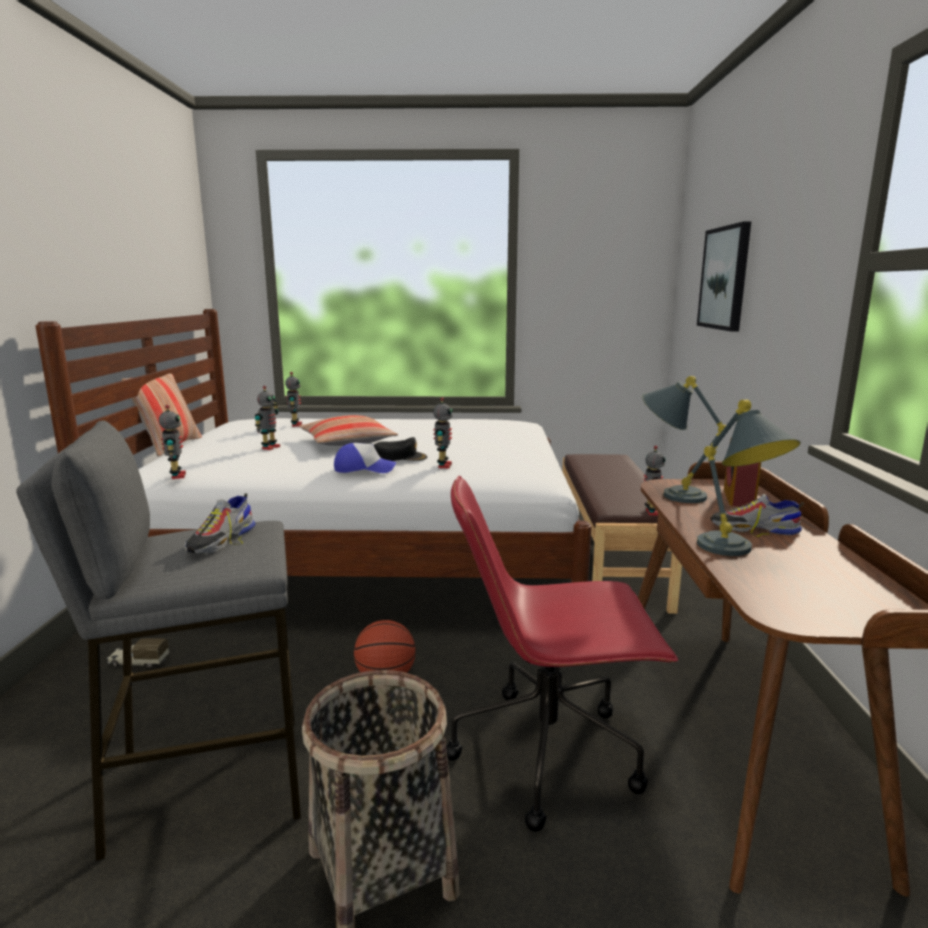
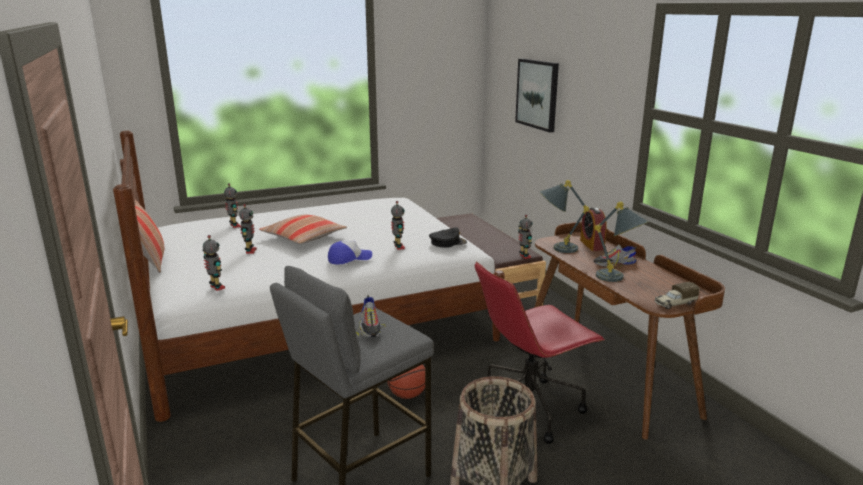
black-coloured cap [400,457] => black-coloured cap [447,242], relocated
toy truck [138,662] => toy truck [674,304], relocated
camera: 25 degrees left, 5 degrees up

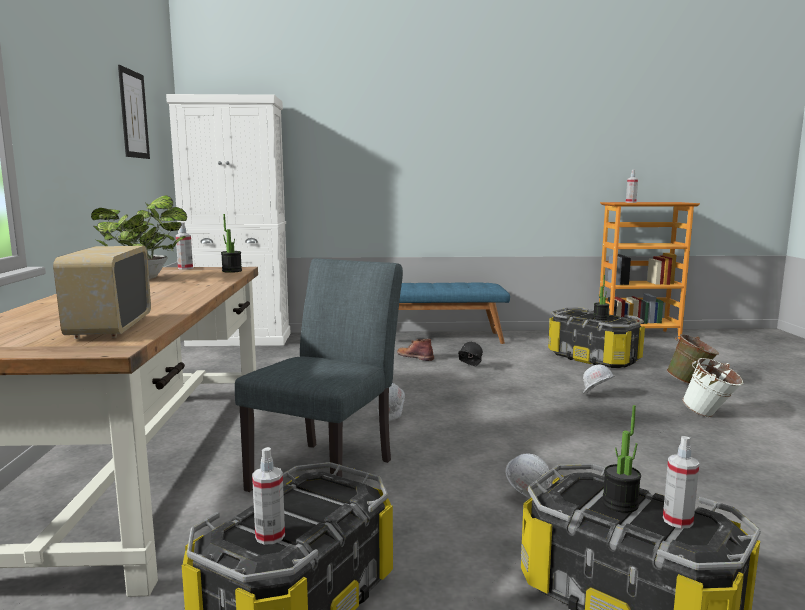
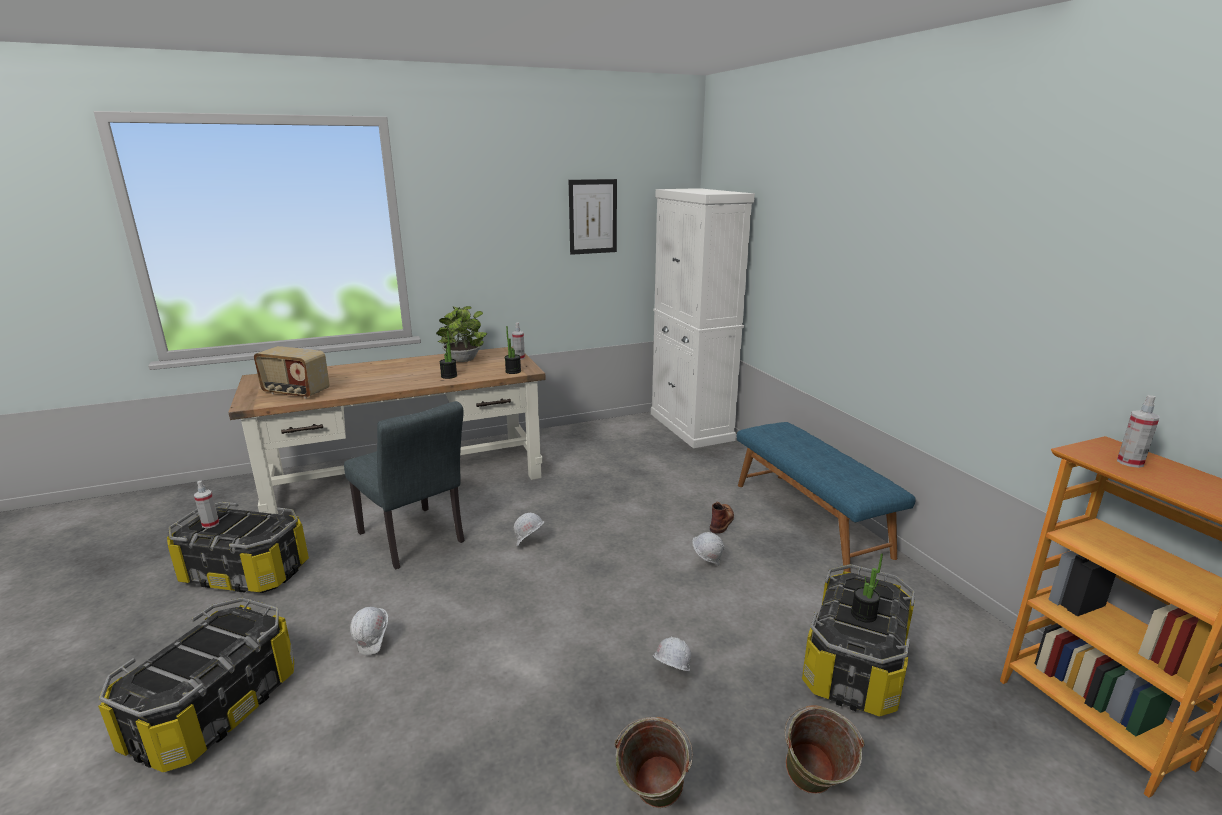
radio receiver [109,328] => radio receiver [295,392], 135 degrees counterclockwise
gray chair [329,470] => gray chair [415,541], 45 degrees clockwise
plant in a pot [620,504] => plant in a pot [449,376], relocated
whitish pail [710,415] => green pail [652,803]
black-coloured hard hat [469,368] => whitish hard hat [706,562]
hand sprayer [677,521] => nothing
camera: 70 degrees right, 10 degrees up

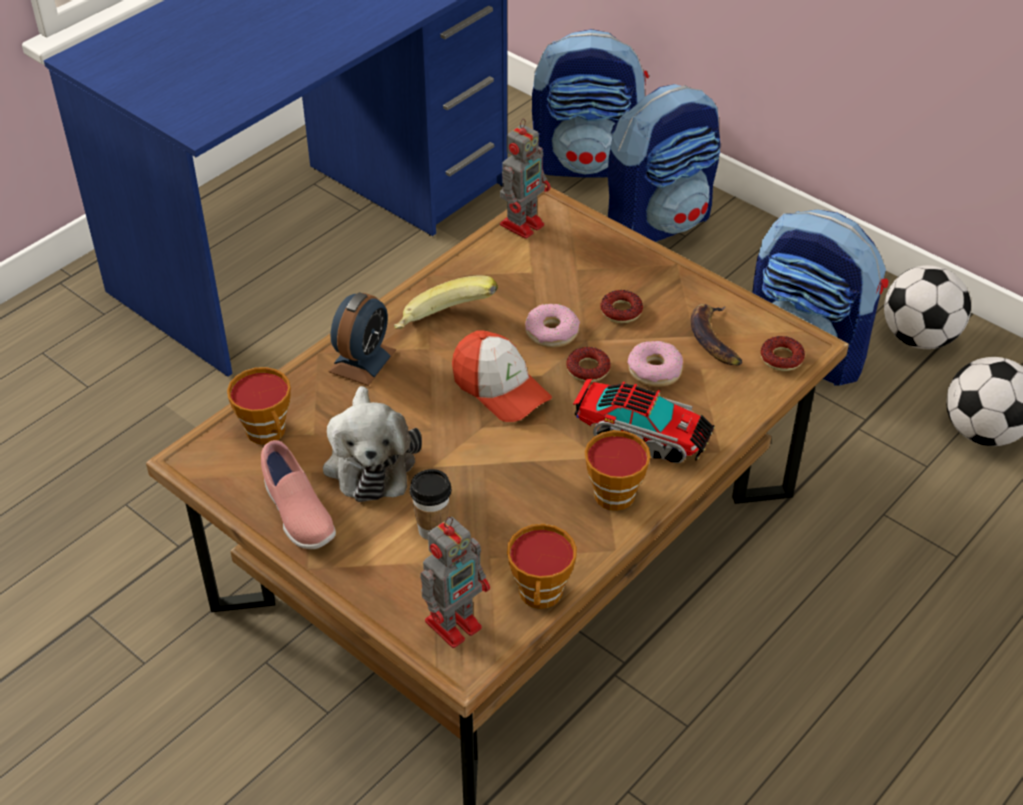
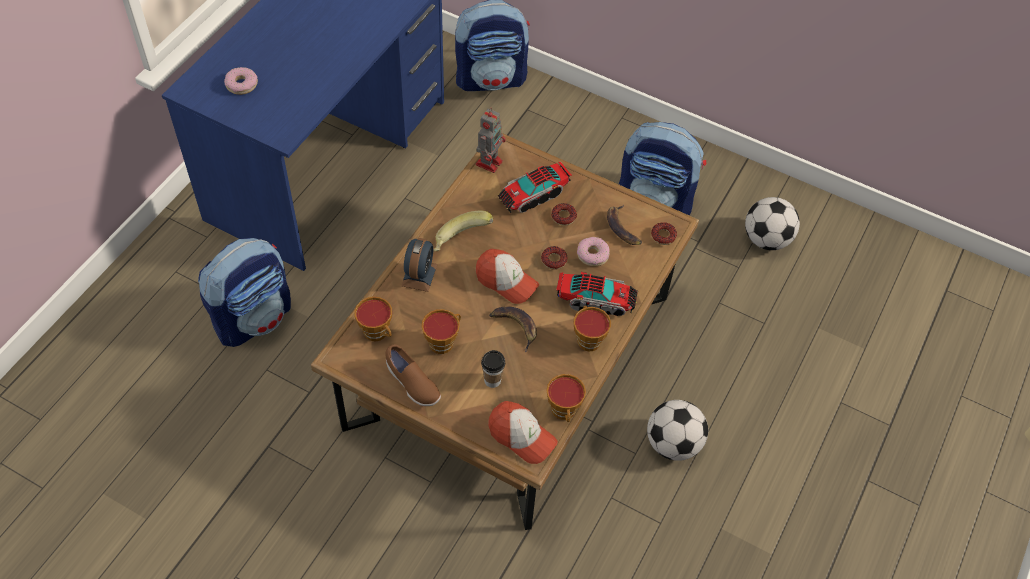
knapsack [659,222] => knapsack [254,317], relocated
donut [552,332] => donut [242,84], relocated
pink shoe [297,514] => brownish shoe [412,384]
soft toy [369,460] => cup [443,341]
toy robot [455,622] => cap [521,436]
nothing => banana fruit [515,327]
nothing => toy truck [533,195]
football [919,338] => football [673,443], relocated
camera: 15 degrees left, 10 degrees up

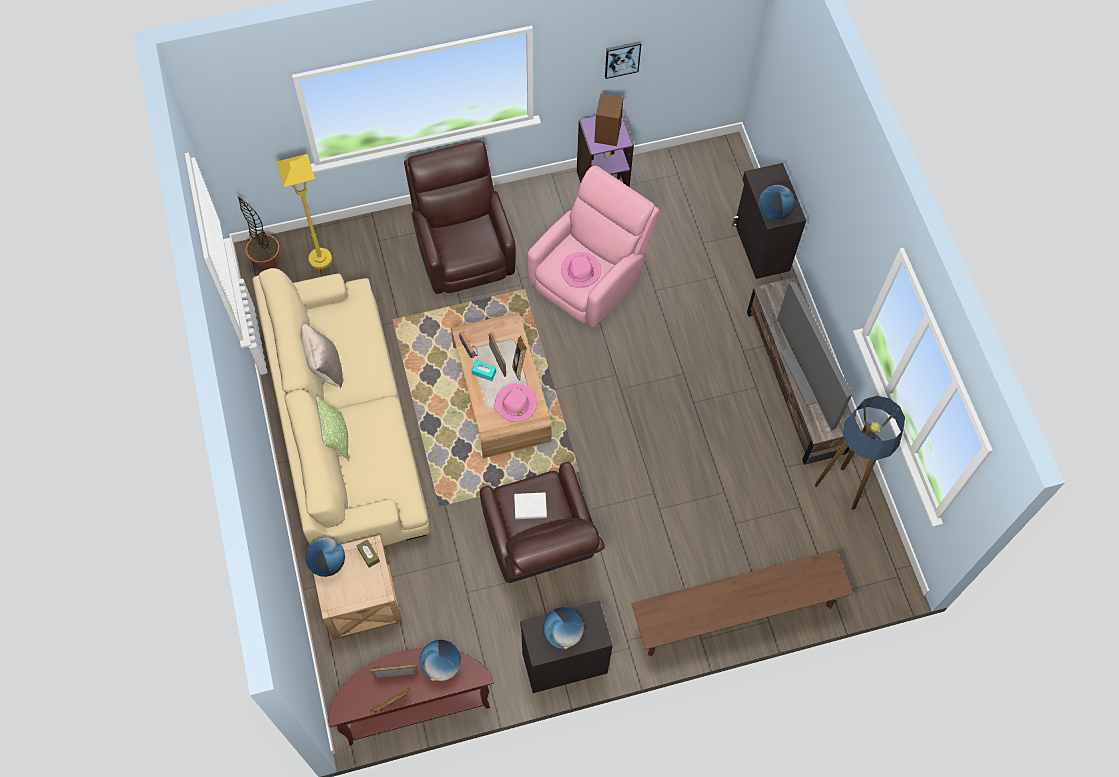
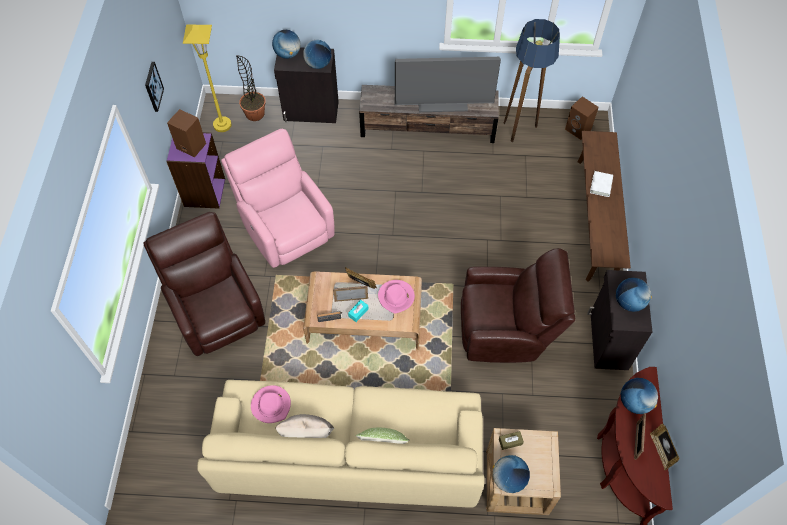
brownish armchair [463,249] => brownish armchair [216,309], 60 degrees clockwise
yellow-coloured standing lamp [320,259] => yellow-coloured standing lamp [222,125], relocated
plant in a pot [266,260] => plant in a pot [255,114], relocated
pink hat [581,271] => pink hat [271,405], relocated
nothing => desk globe [287,54]
nothing => brownish speaker [578,130]
whitish book [530,507] => whitish book [601,185], relocated
camera: 70 degrees left, 5 degrees down

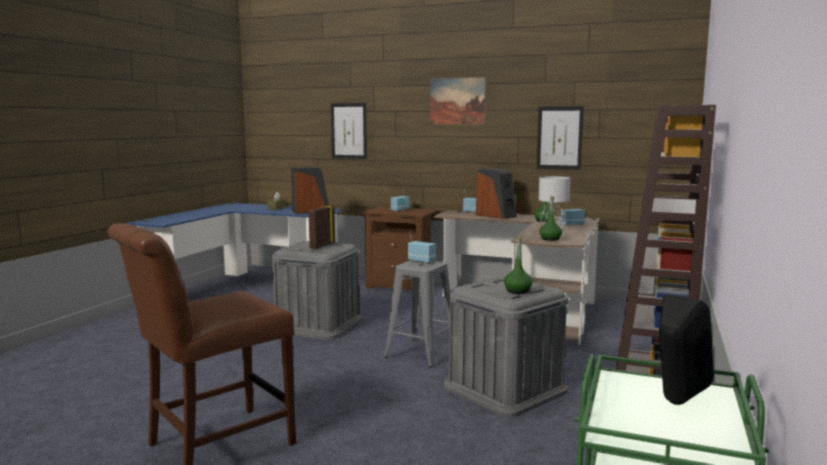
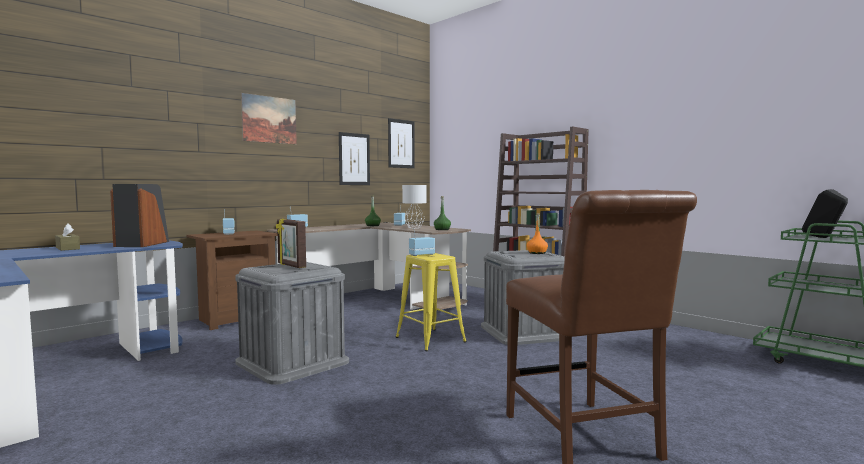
wall art [349,131] => wall art [401,144], relocated
gray stool [421,352] => yellow-coloured stool [430,340]
green drink bottle [517,291] => orangey drink bottle [537,253]
speaker [496,215] => nothing
camera: 65 degrees left, 5 degrees down

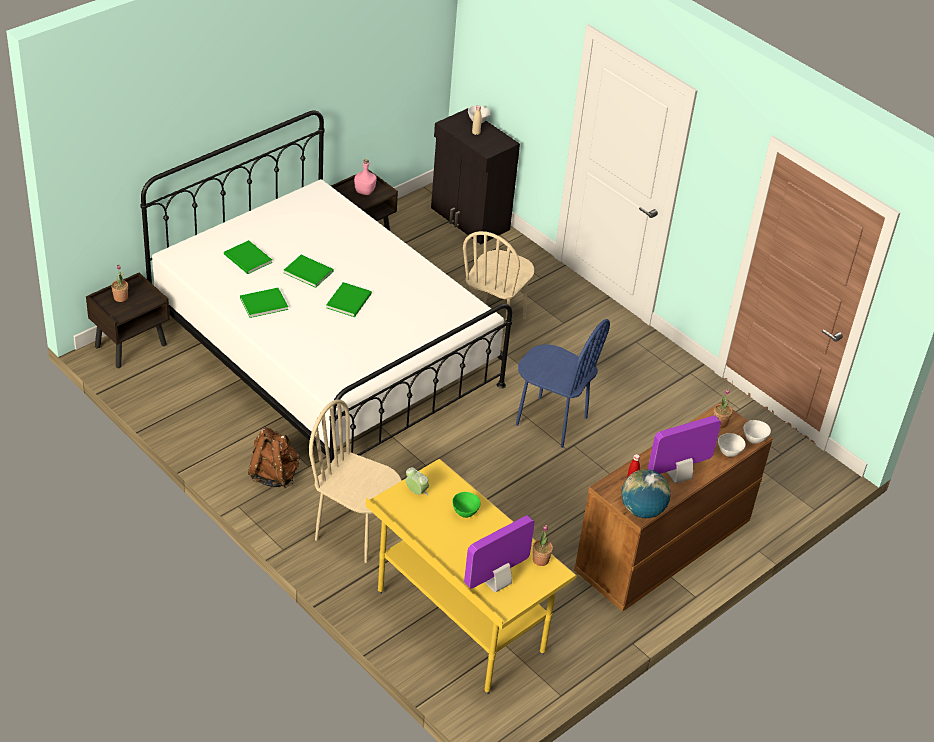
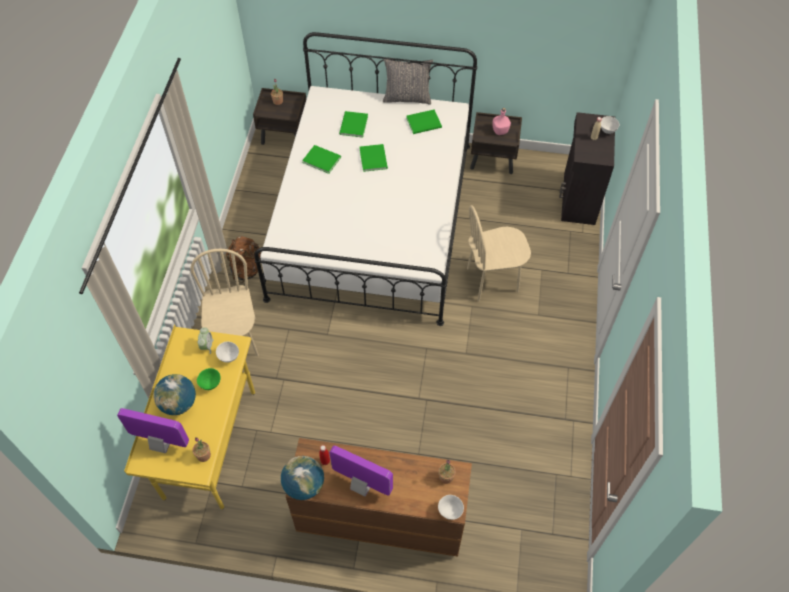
nothing => desk globe [179,403]
whitish serving bowl [728,453] => whitish serving bowl [229,357], relocated
nothing => gray cushion [407,97]
green book [350,300] => green book [425,123], relocated
blue chair [551,421] => nothing
camera: 55 degrees right, 15 degrees up

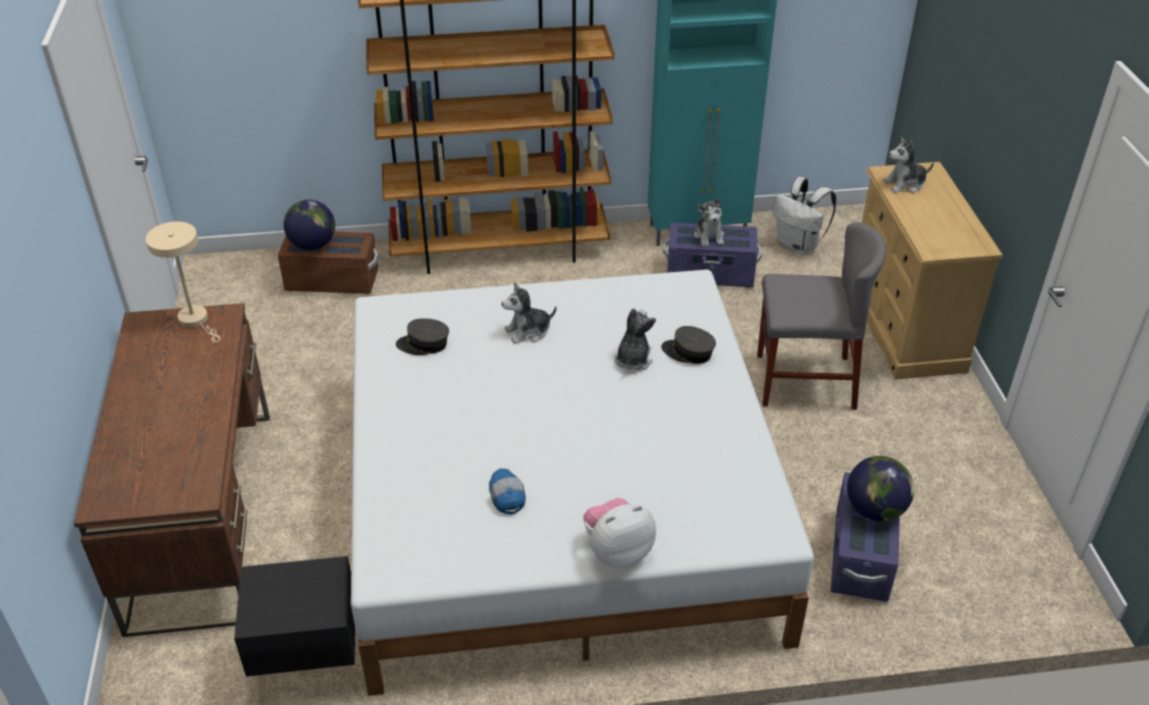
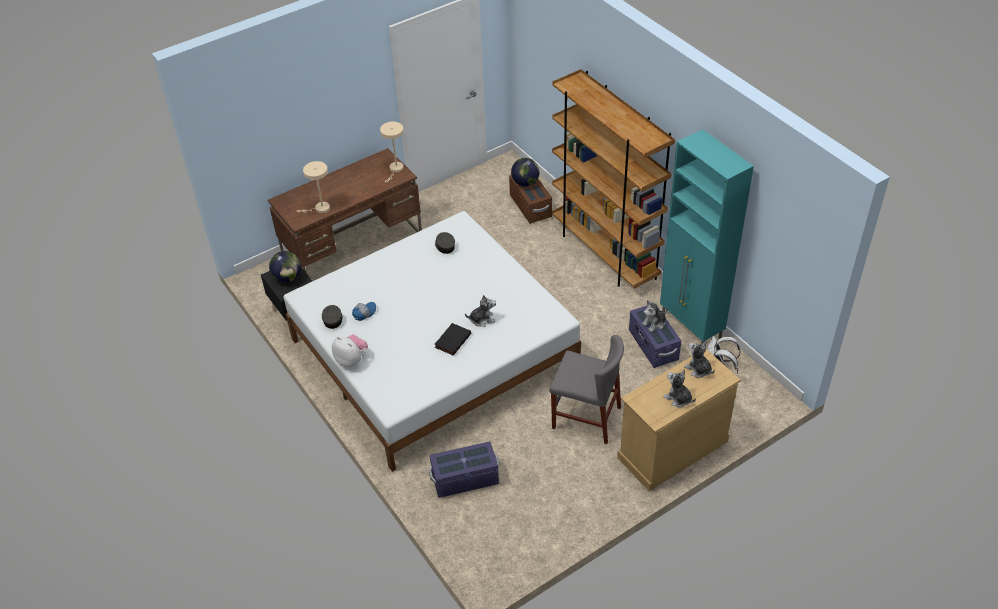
desk globe [875,510] => desk globe [288,278], relocated
nothing => sand-coloured lamp for a table [320,209]
gray cap [688,352] => gray cap [333,319], relocated
nothing => black-coloured book [452,340]
gray chair [805,381] => gray chair [586,418], 45 degrees counterclockwise
soft toy [528,331] => soft toy [678,398], relocated
camera: 65 degrees right, 5 degrees up

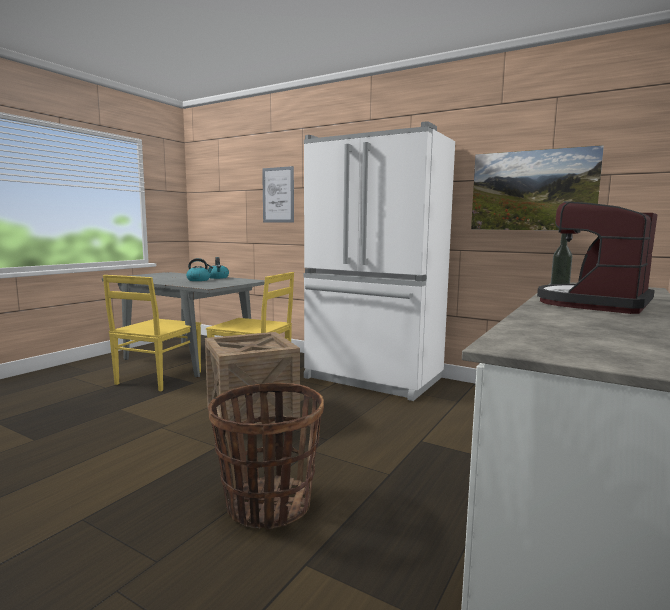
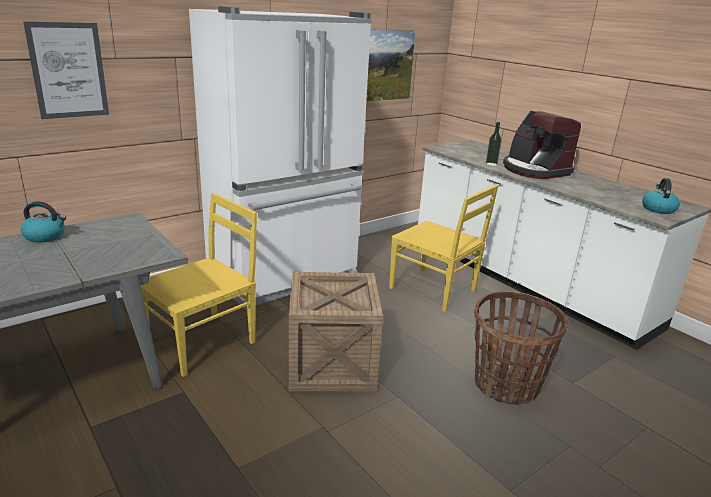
yellow-coloured chair [157,378] => yellow-coloured chair [434,290], relocated
tea kettle [199,280] => tea kettle [658,209], relocated
camera: 70 degrees left, 15 degrees up

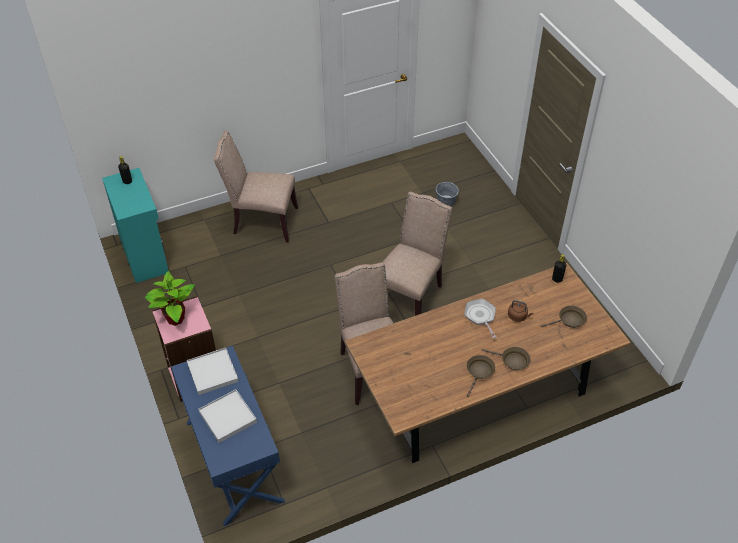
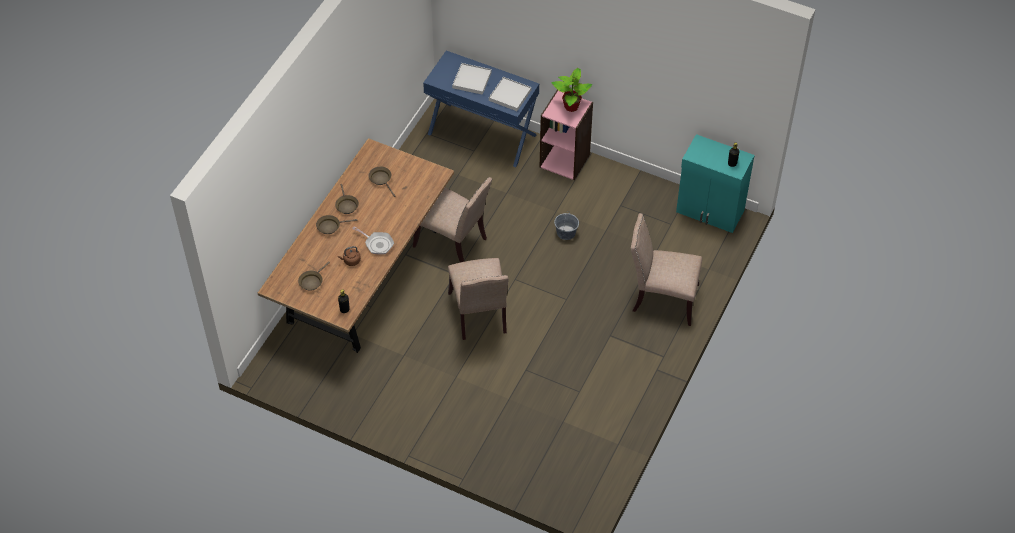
nothing => brownish pan [381,180]
gray pail [446,201] => gray pail [566,233], relocated
sand-coloured chair [262,221] => sand-coloured chair [662,299], 135 degrees counterclockwise
camera: 140 degrees right, 5 degrees up

